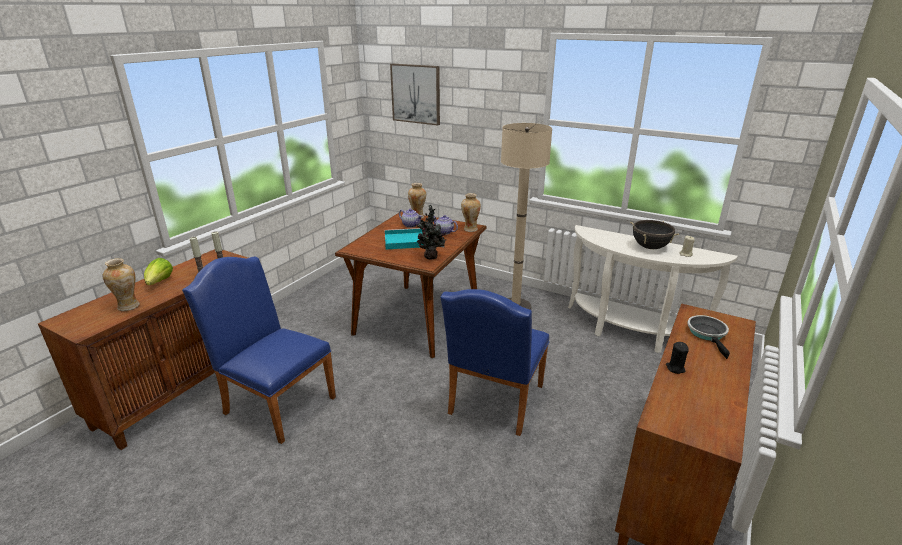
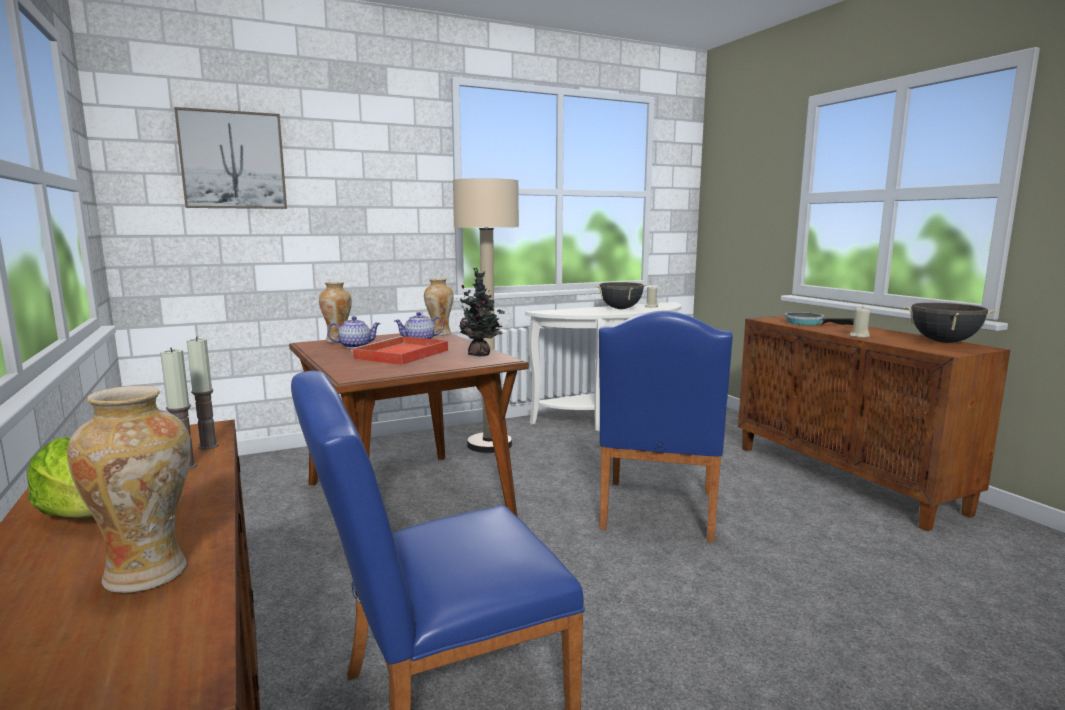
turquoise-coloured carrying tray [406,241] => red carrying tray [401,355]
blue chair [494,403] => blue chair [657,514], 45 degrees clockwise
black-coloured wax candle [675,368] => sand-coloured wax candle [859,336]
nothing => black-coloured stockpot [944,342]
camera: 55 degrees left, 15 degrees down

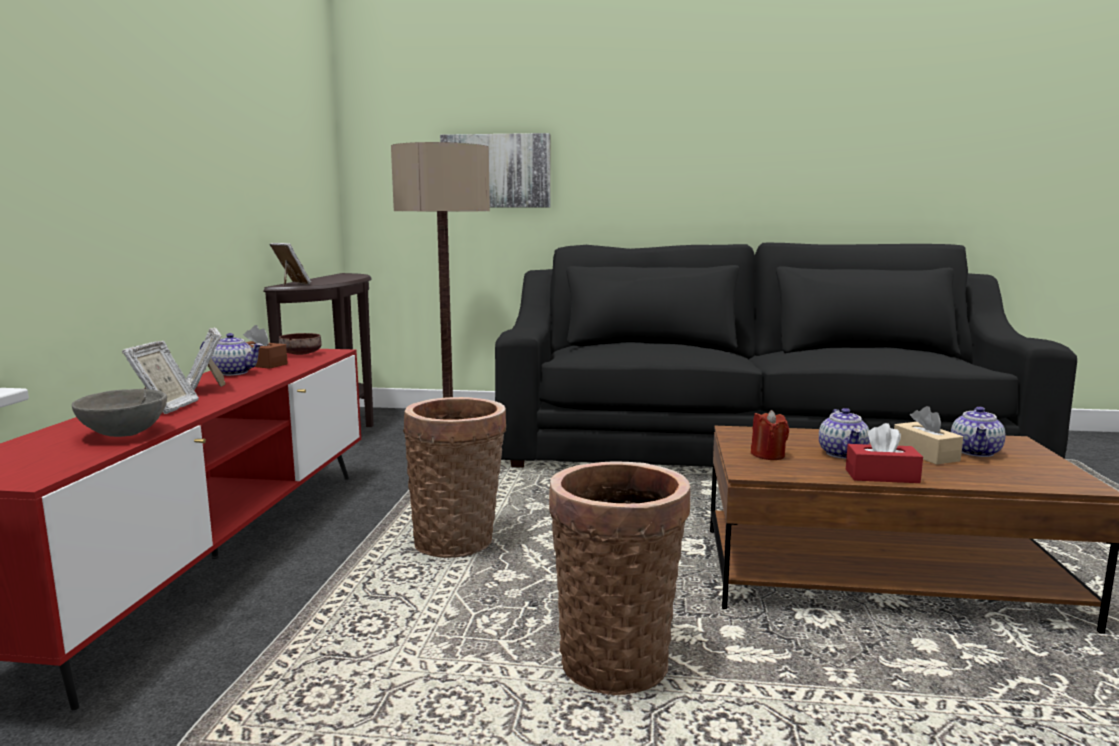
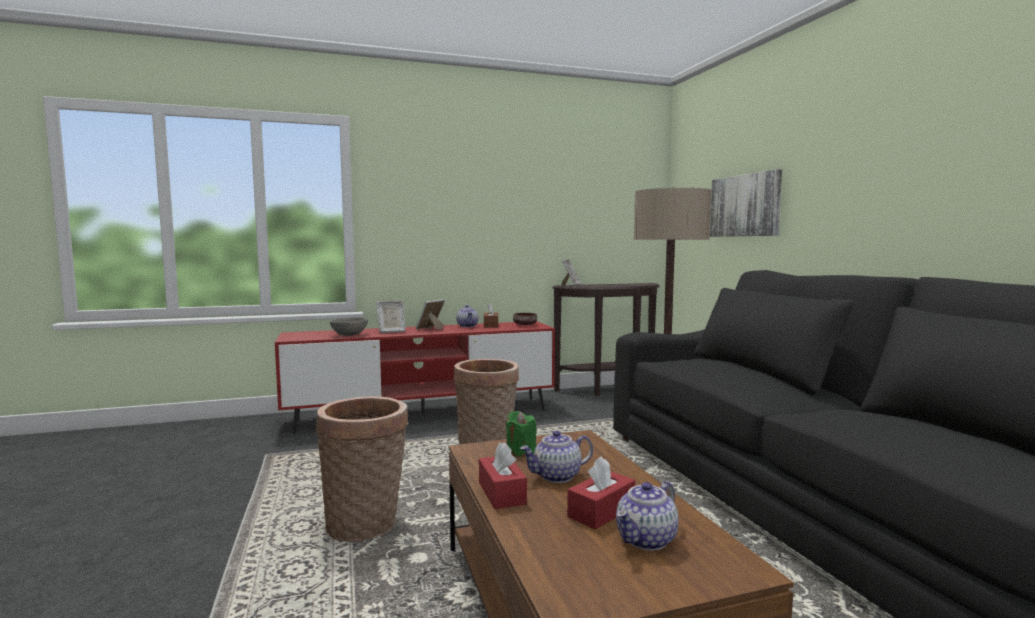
red wax candle [768,455] => green wax candle [521,451]
sand-coloured tissue box [925,454] => red tissue box [601,512]
teapot [976,452] => teapot [646,540], 45 degrees counterclockwise
camera: 65 degrees right, 5 degrees down

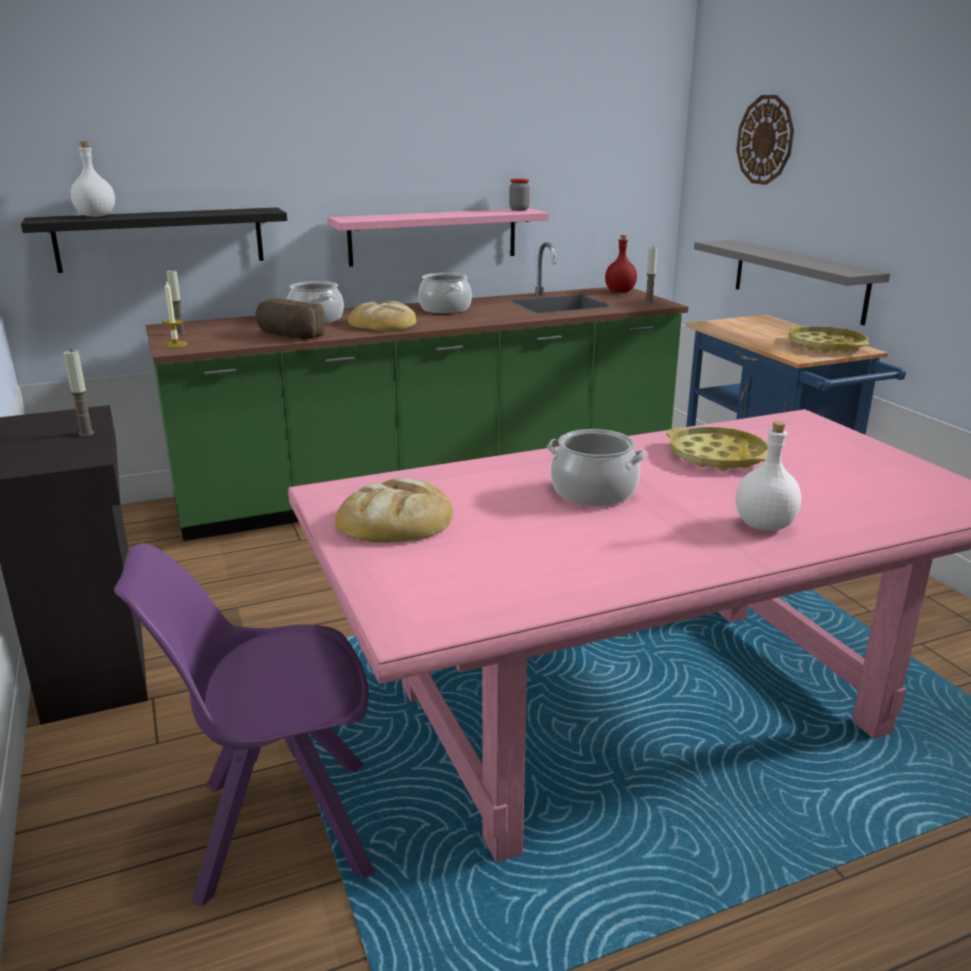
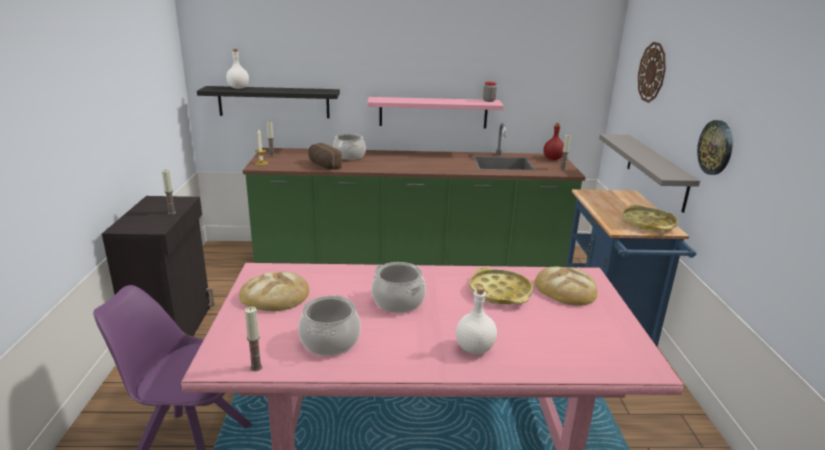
nothing => wax candle [256,367]
stockpot [444,309] => stockpot [329,341], relocated
baked bread [383,323] => baked bread [566,289], relocated
nothing => hanging clock [716,147]
camera: 20 degrees right, 0 degrees up

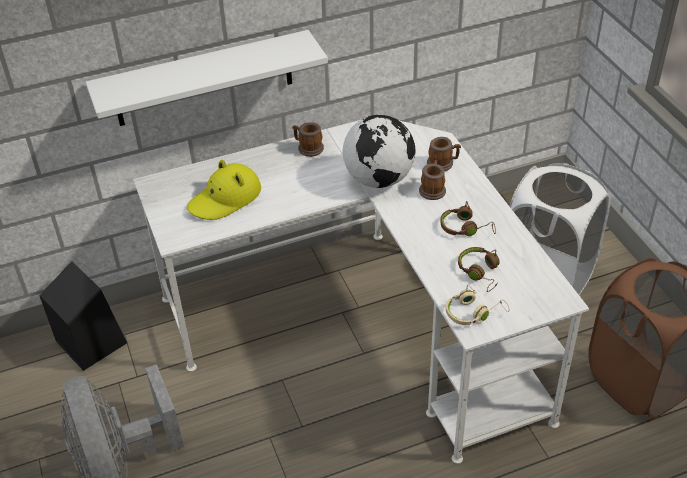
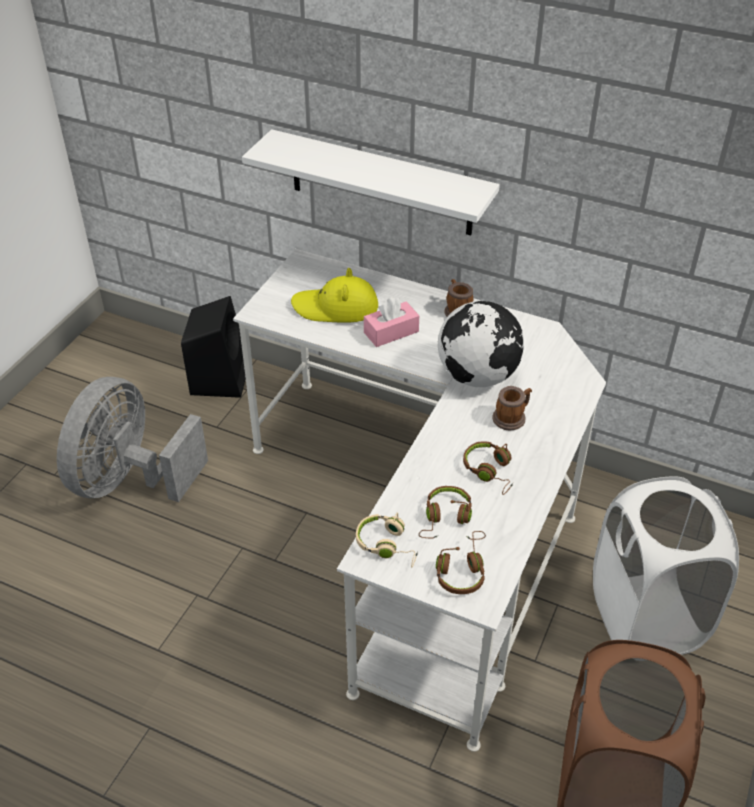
nothing => pink tissue box [391,332]
nothing => brownish headphones [462,570]
coffee mug [443,163] => nothing
camera: 45 degrees right, 0 degrees up

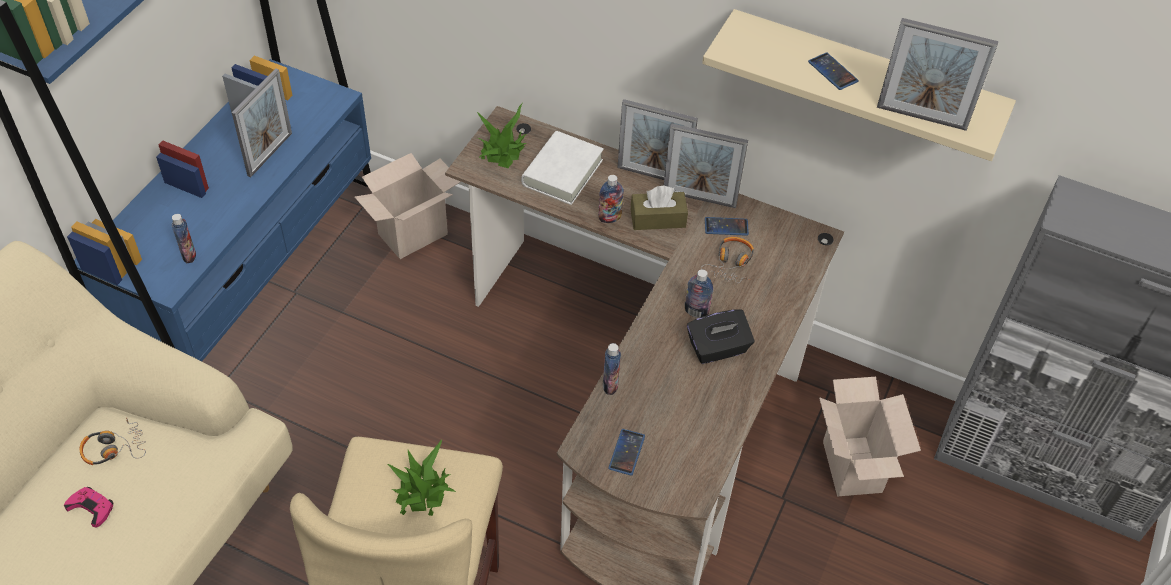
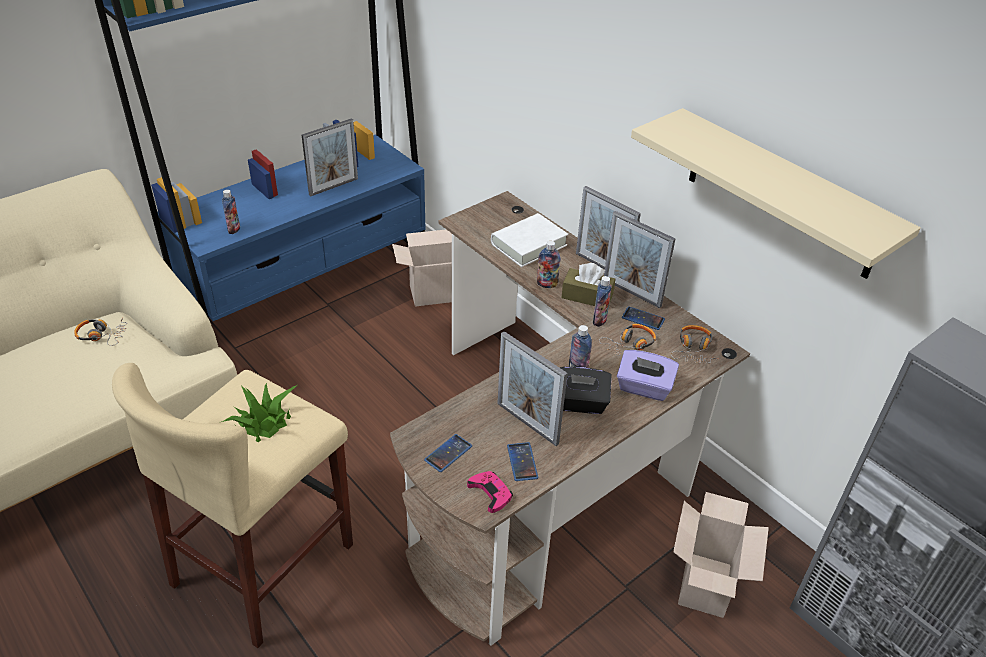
pink gamepad [91,508] => pink gamepad [490,493], relocated
picture frame [921,117] => picture frame [527,423], relocated
handset [833,72] => handset [522,462], relocated
drink bottle [610,385] => drink bottle [599,320], relocated
nothing => purple tissue box [644,388]
nothing => headphones [693,349]
plant in a pot [503,150] => nothing
camera: 25 degrees right, 10 degrees down

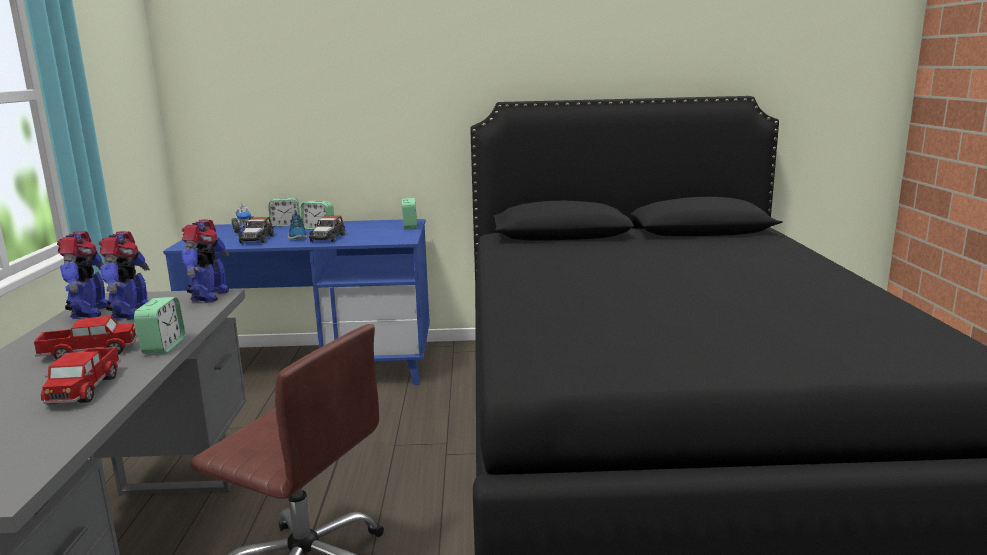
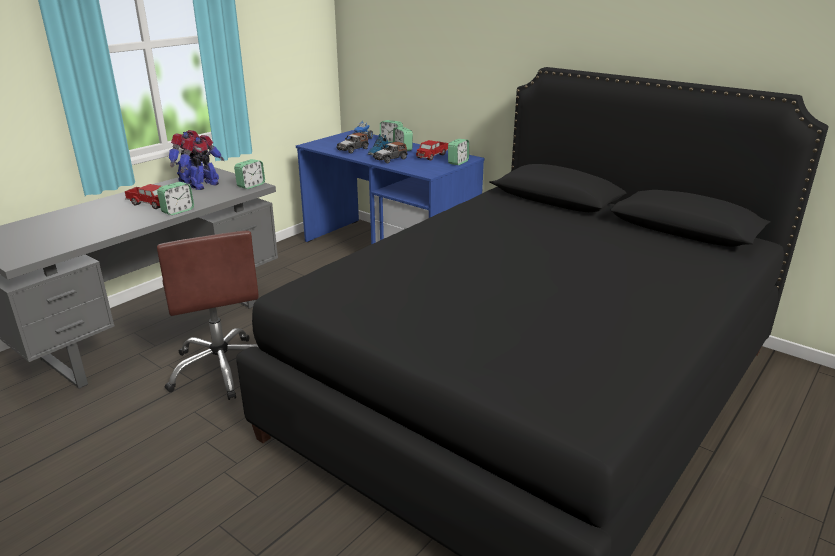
toy robot [209,296] => alarm clock [251,185]
toy truck [85,388] => toy truck [432,156], relocated
camera: 40 degrees right, 10 degrees up

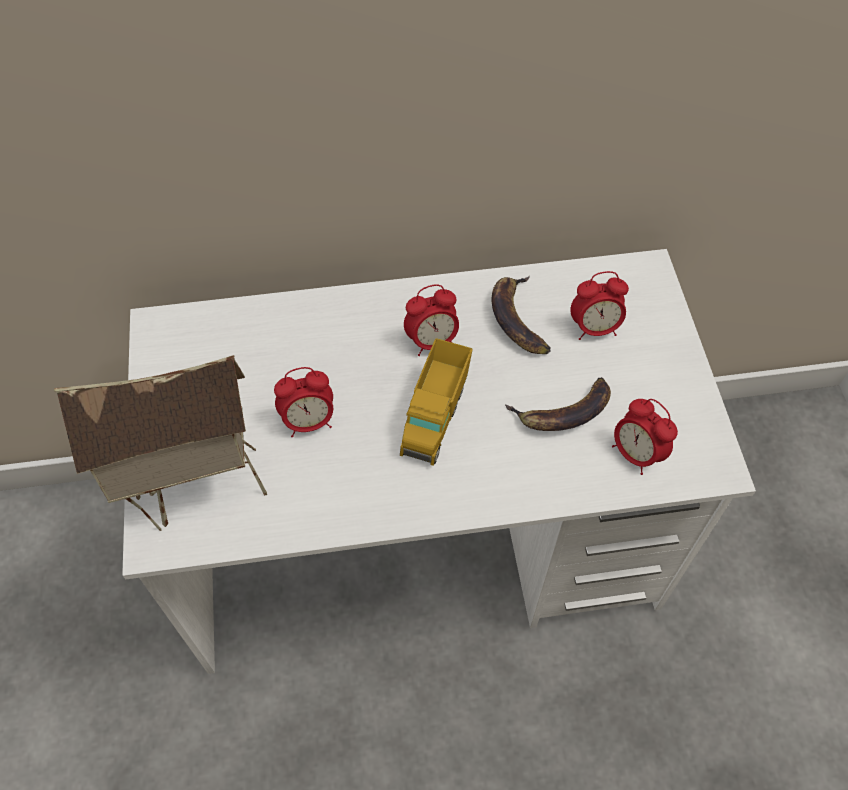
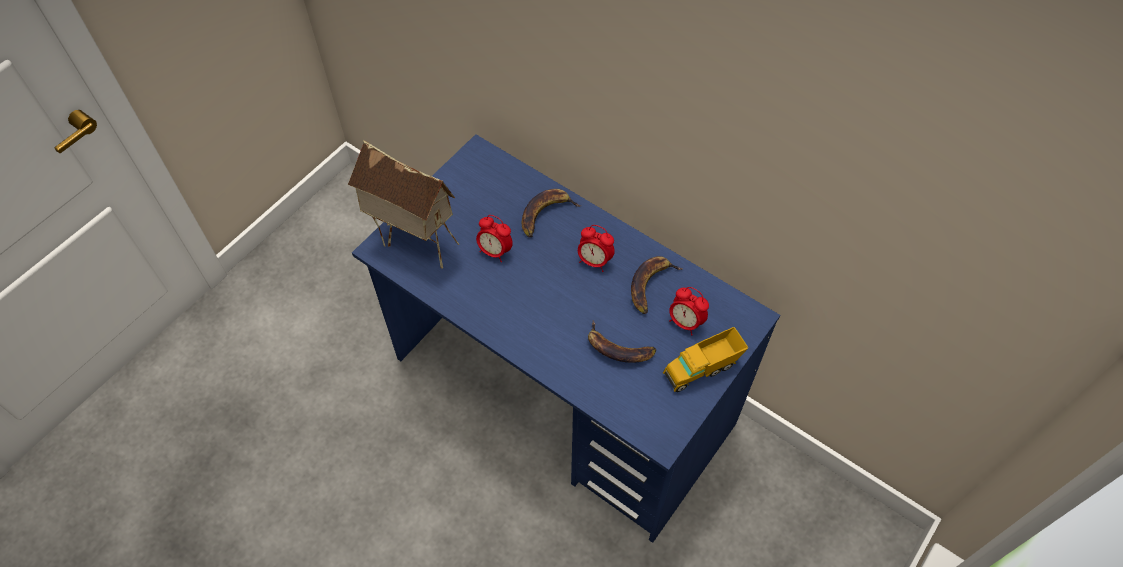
whitish desk unit [424,544] => blue desk unit [563,392]
nothing => banana fruit [545,214]
toy truck [435,416] => toy truck [702,369], relocated
alarm clock [636,453] => nothing
camera: 45 degrees right, 0 degrees up

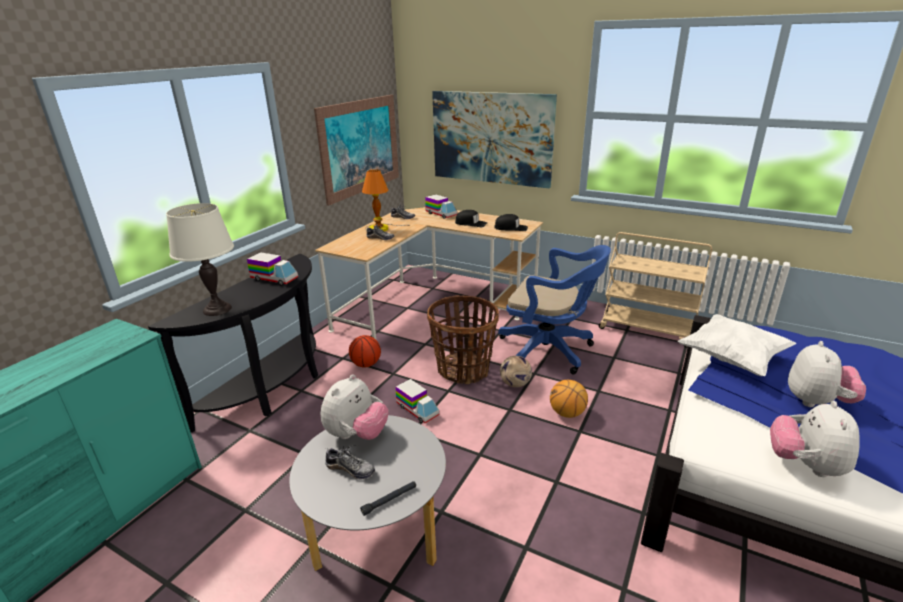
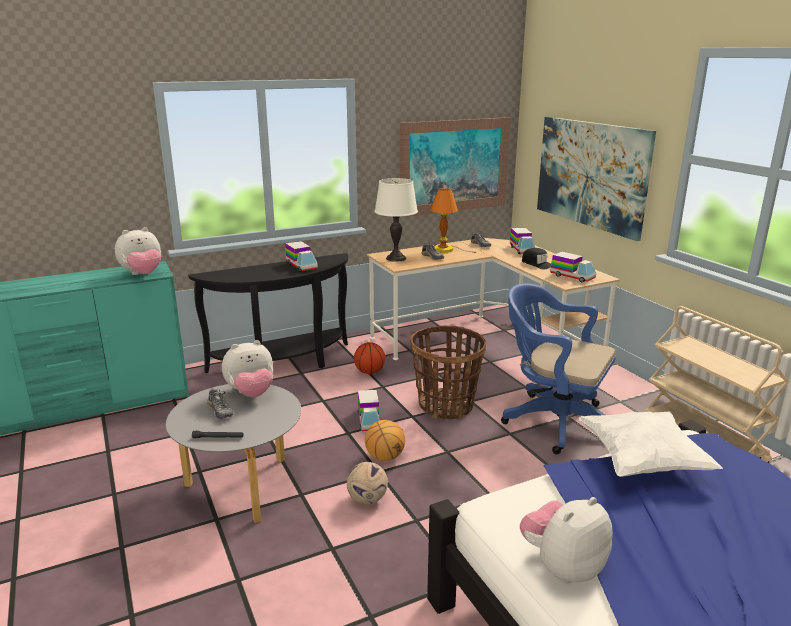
soft toy [816,402] => soft toy [143,274], relocated
football [515,384] => football [367,500], relocated
ball for basketball [567,413] => ball for basketball [384,457], relocated
whitish lamp for a table [217,309] => whitish lamp for a table [395,258], relocated
blue office chair [550,350] => blue office chair [553,421], 150 degrees clockwise
black-coloured cap [511,228] => toy truck [572,277]
camera: 35 degrees right, 5 degrees down

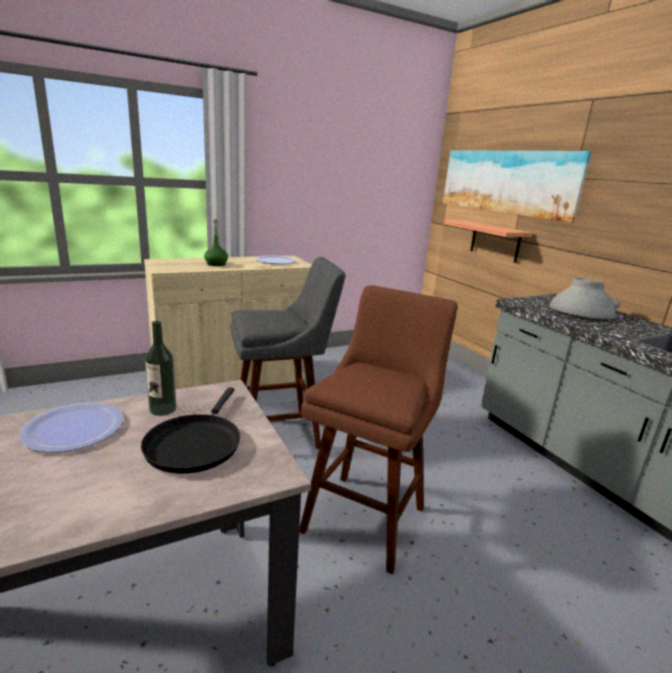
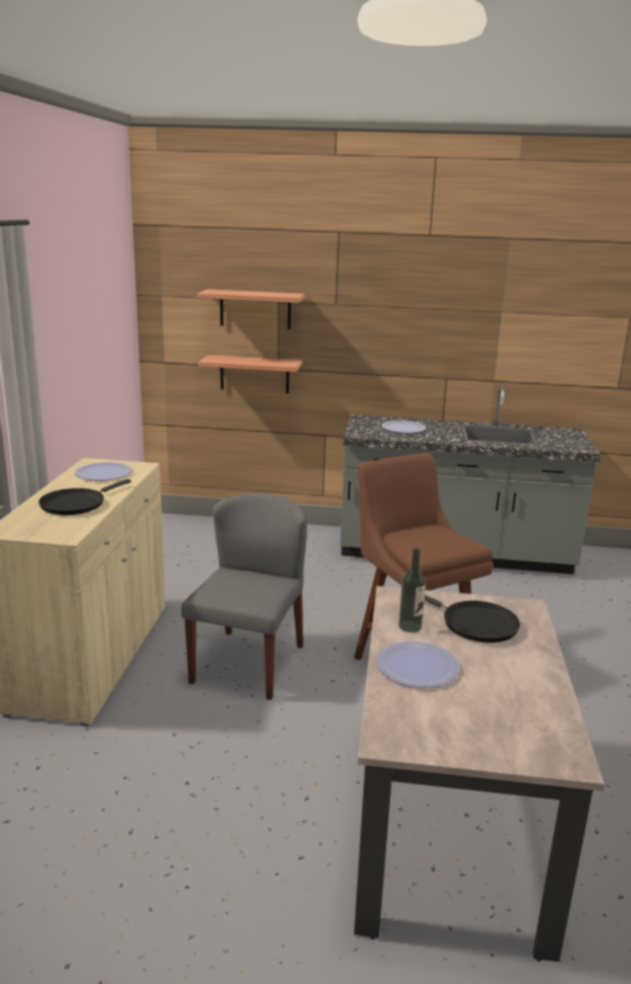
green drink bottle [216,264] => black-coloured pan [76,504]
gray stool [281,431] => gray chair [248,663]
wall art [506,182] => bracket shelf [255,309]
gray decorative vase [580,312] => dinner plate [403,428]
camera: 55 degrees left, 0 degrees up

